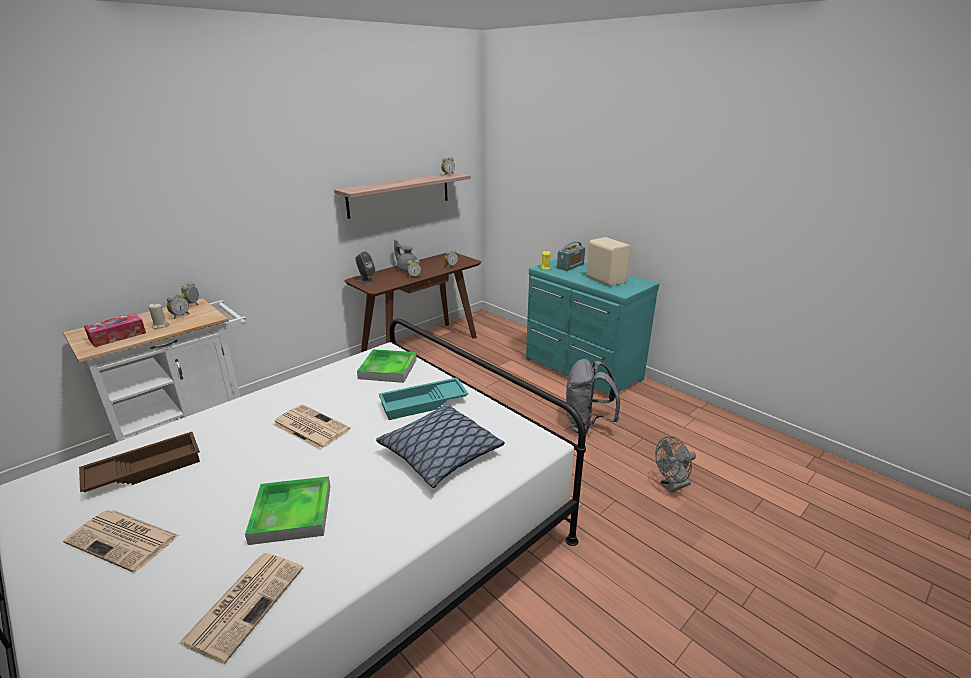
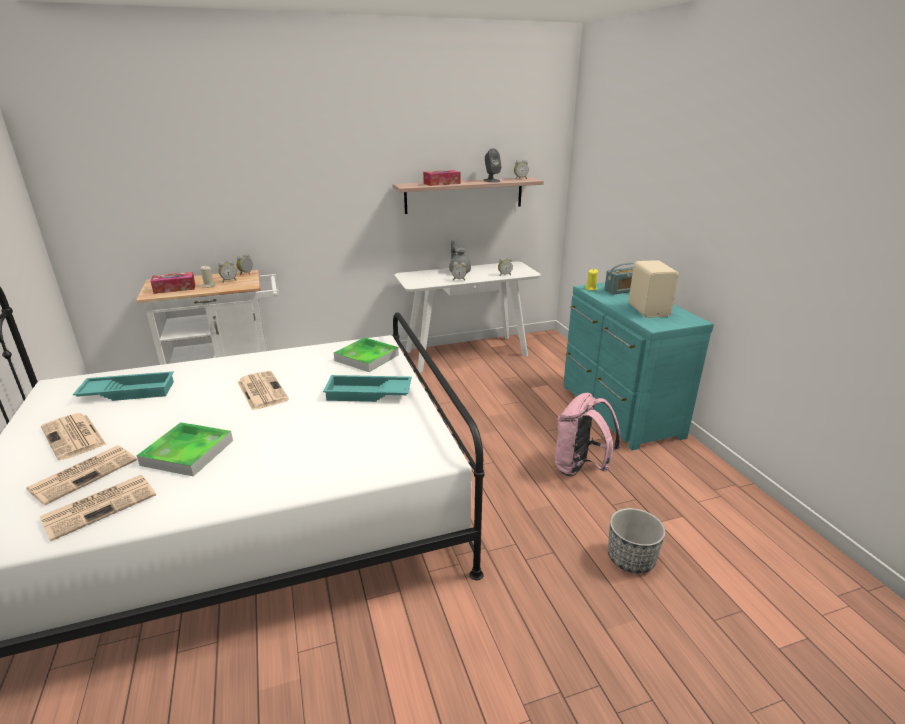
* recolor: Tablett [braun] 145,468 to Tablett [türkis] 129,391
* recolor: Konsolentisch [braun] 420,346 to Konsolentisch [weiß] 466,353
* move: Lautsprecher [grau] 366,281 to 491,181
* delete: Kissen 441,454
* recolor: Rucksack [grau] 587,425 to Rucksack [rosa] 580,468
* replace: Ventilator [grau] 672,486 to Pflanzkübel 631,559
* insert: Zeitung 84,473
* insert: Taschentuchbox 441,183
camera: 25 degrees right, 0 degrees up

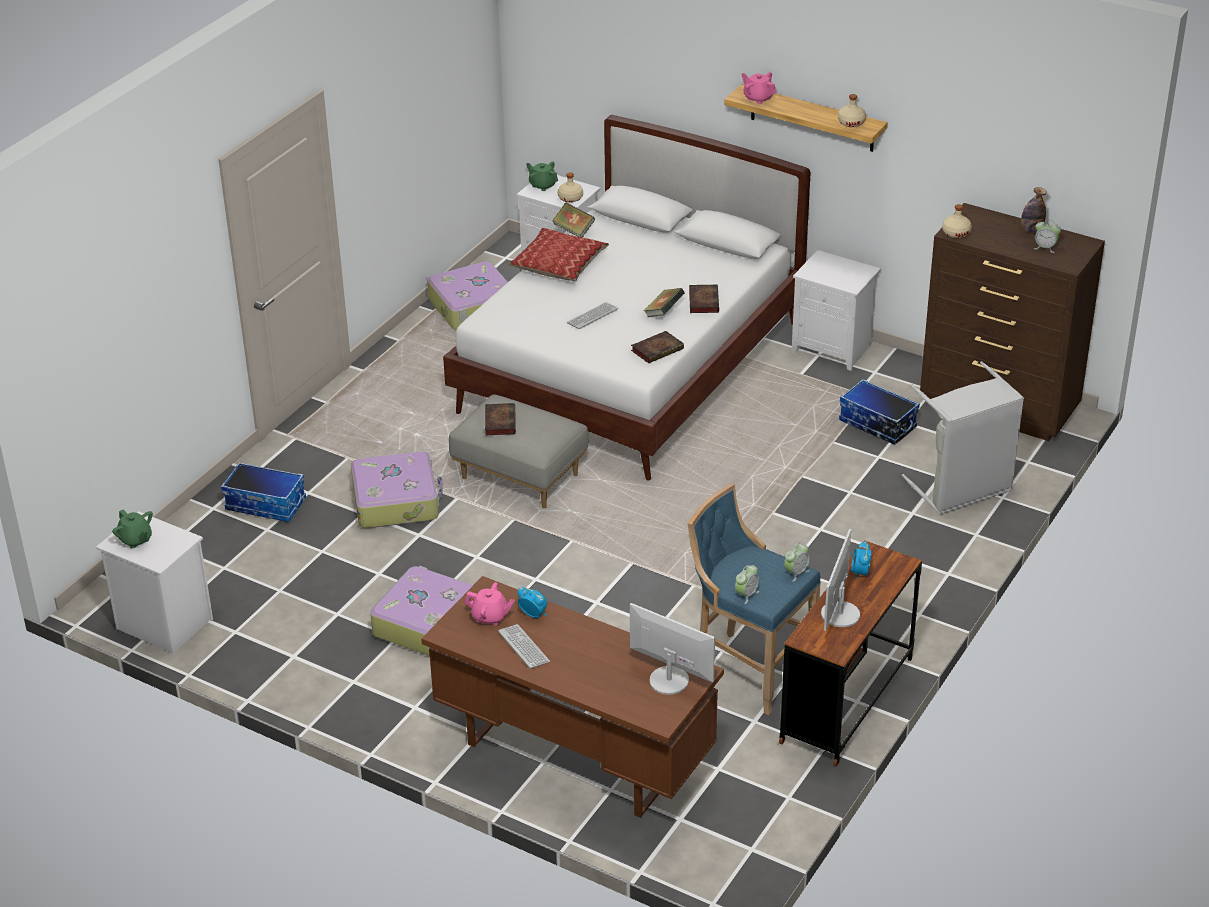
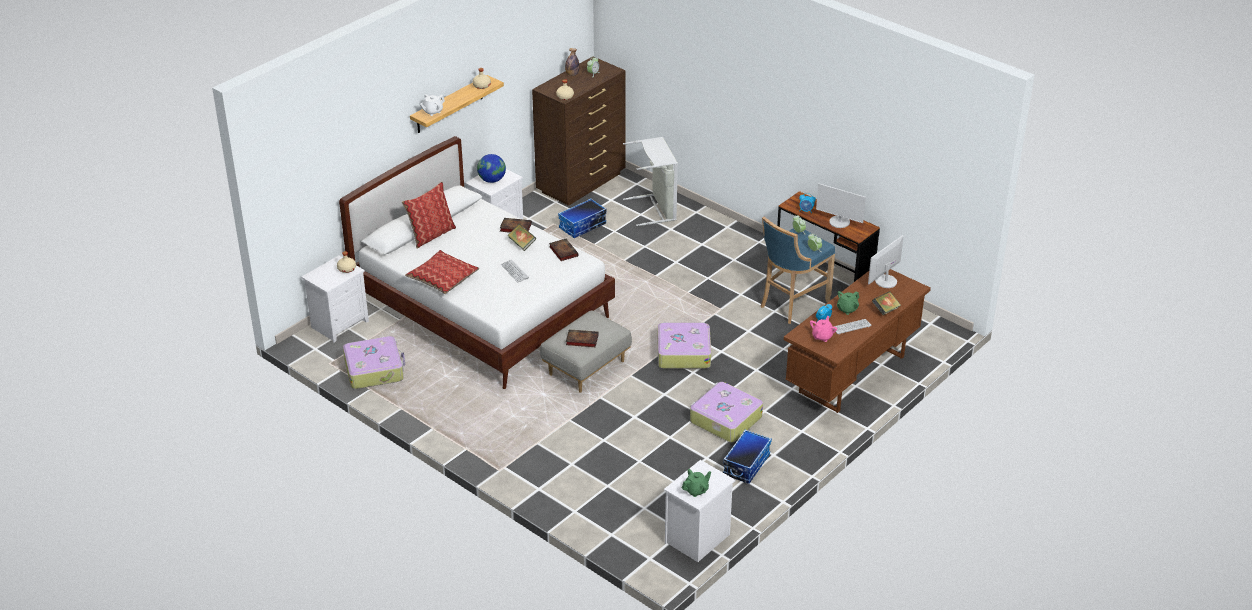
* move: Aufbewahrungsbox 266,504 to 746,464
* move: Koffer 396,501 to 683,353
* move: Teekanne [grün] 542,185 to 847,309
* move: Buch 573,230 to 885,310
* recolor: Teekanne [rosa] 758,98 to Teekanne [weiß] 432,111
* insert: Kissen 431,235
* insert: Globus 492,180
camera: 80 degrees left, 0 degrees up

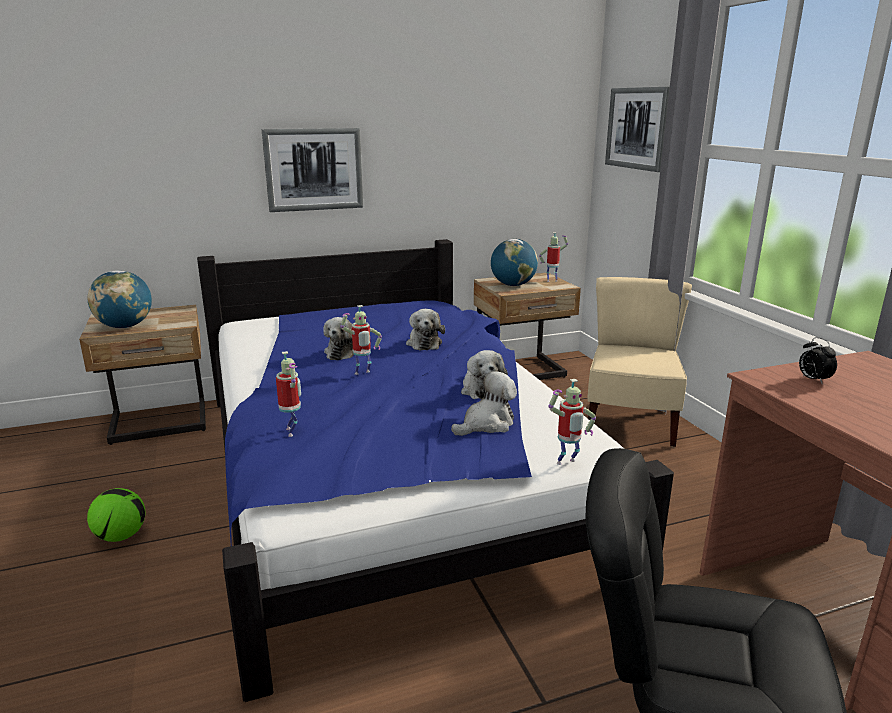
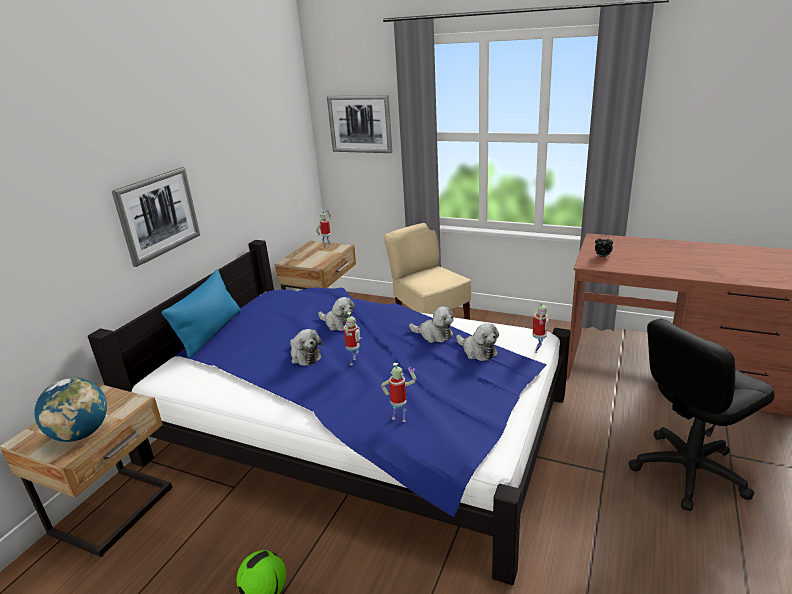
* rotate: Plüschtier 487,424 = 477,351 135 degrees clockwise
* delete: Globus 513,285
* insert: Kissen [blau] 211,332
camera: 45 degrees left, 5 degrees up

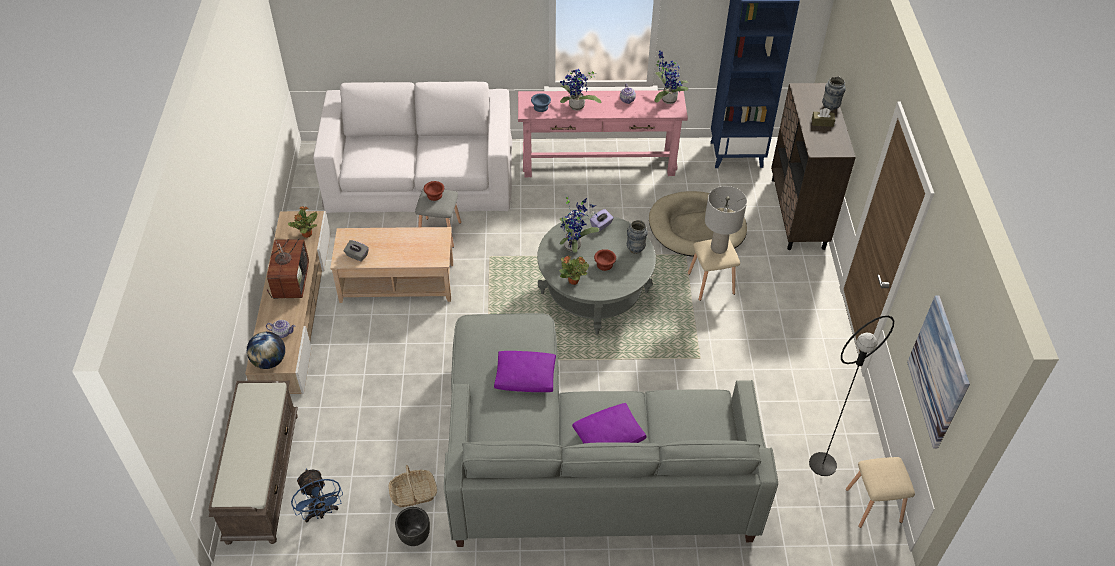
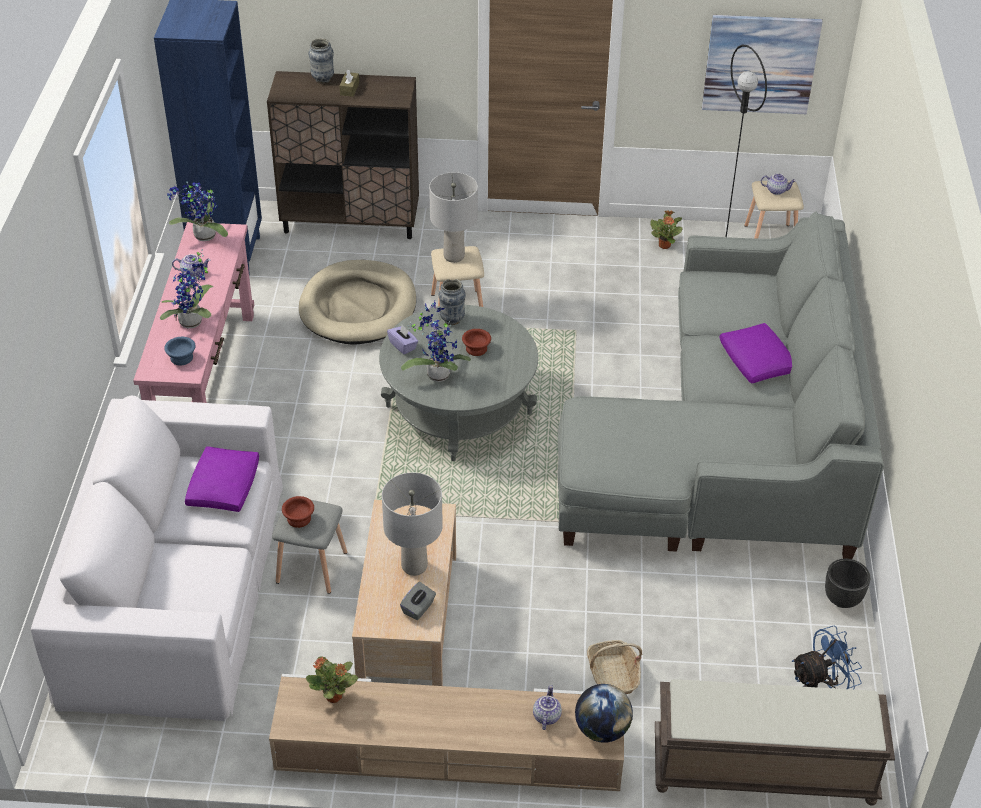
* delete: Fernseher 290,280
* move: Korb 413,494 to 613,675
* move: Kissen [lila] 524,377 to 223,488
* move: Topfpflanze 574,281 to 664,245
* insert: Tischlampe [grau] 414,566
* insert: Teekanne 776,190
camera: 85 degrees left, 5 degrees down

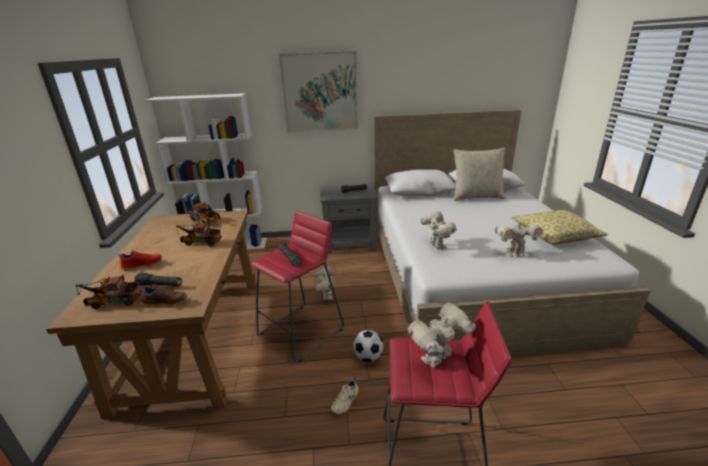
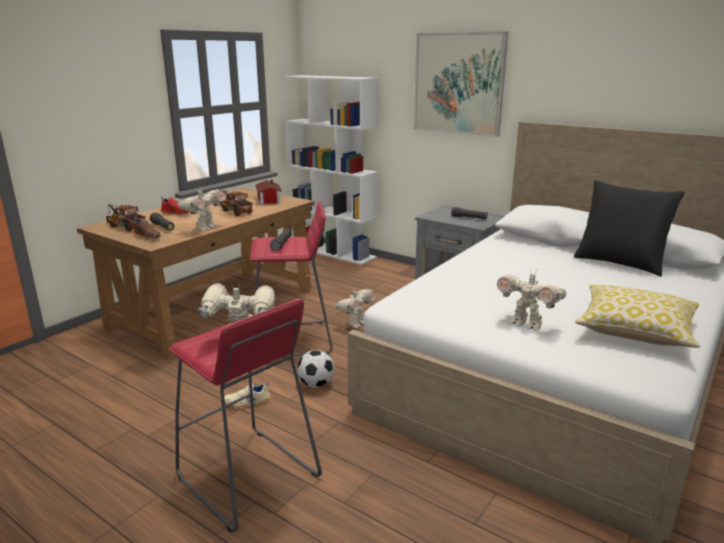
* replace: Spielzeuglaster 206,221 to Spielzeughaus 268,200
* move: Spielzeugroboter 436,246 to 205,228
* recolor: Kissen [beige] 476,197 to Kissen [schwarz] 620,263
camera: 40 degrees right, 5 degrees down

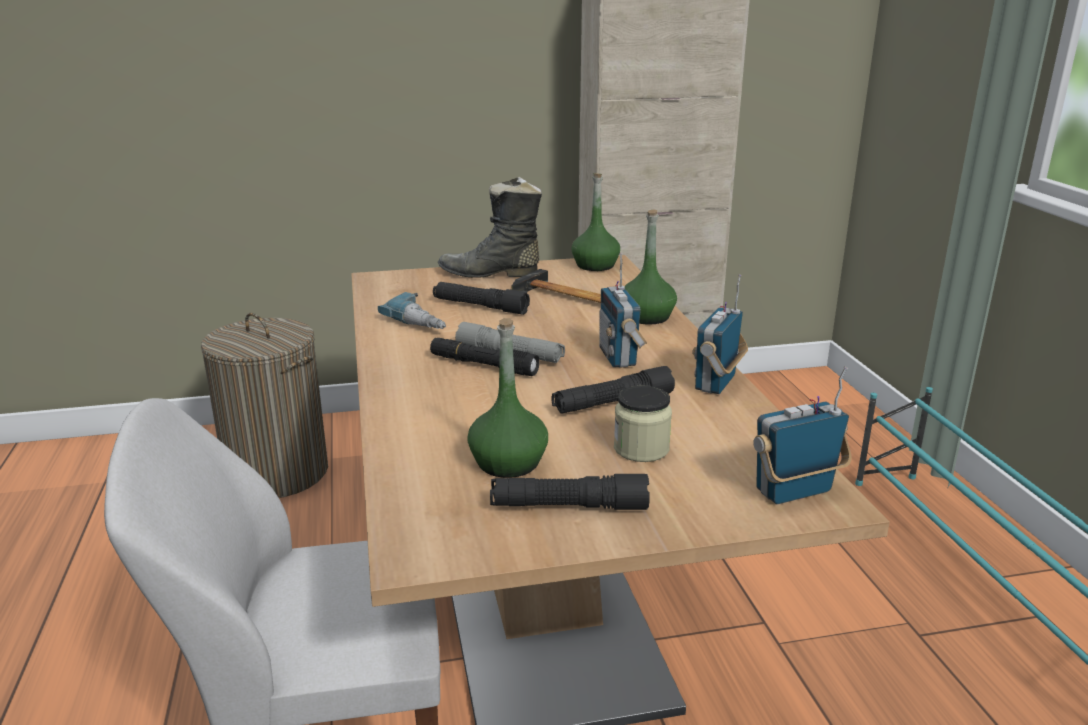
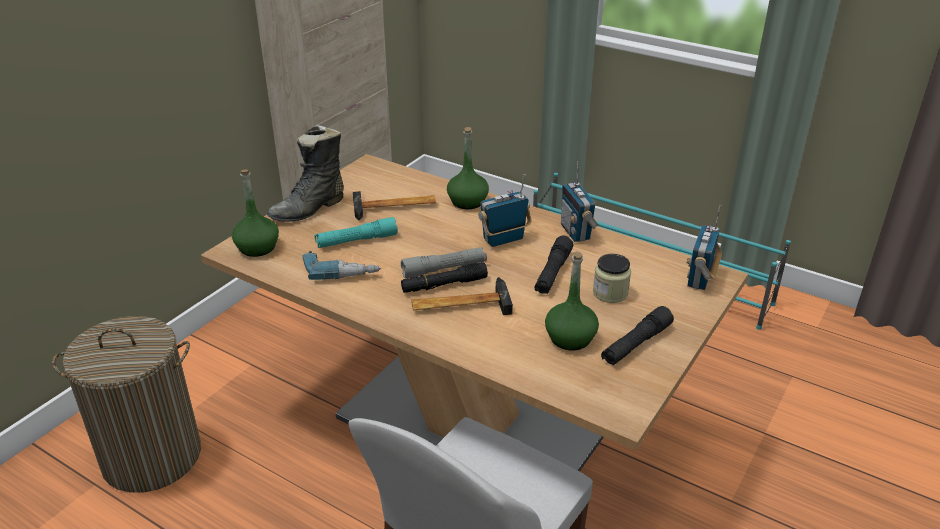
* recolor: Taschenlampe [schwarz] 480,307 to Taschenlampe [türkis] 356,241
* move: Flasche [grün] 595,265 to 257,247
* rotate: Radio 619,357 = 503,240 120 degrees clockwise
* insert: Hammer 460,303
camera: 45 degrees left, 10 degrees up

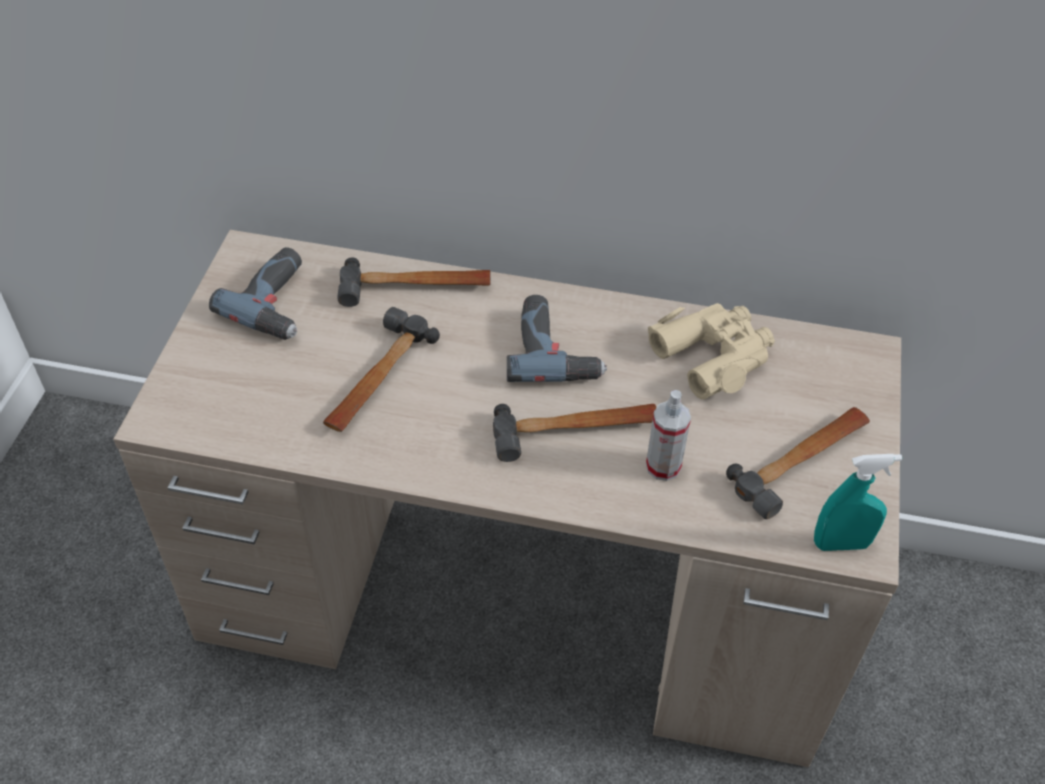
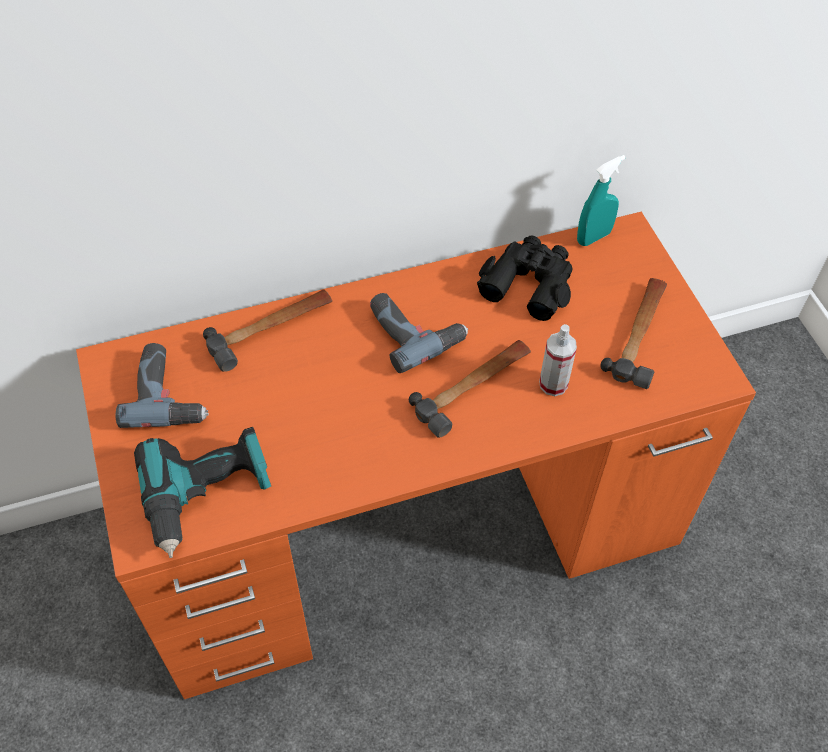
* recolor: Schreibtisch [beige] 520,594 to Schreibtisch [orange] 412,526
* delete: Hammer 376,378
* recolor: Fernglas [beige] 713,355 to Fernglas [schwarz] 529,282
* move: Sprühflasche [türkis] 841,544 to 593,237
* insert: Bohrmaschine 207,495
camera: 30 degrees left, 5 degrees up

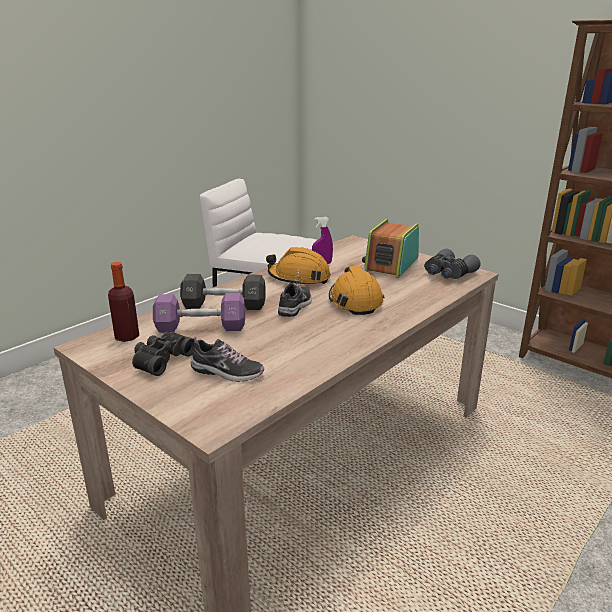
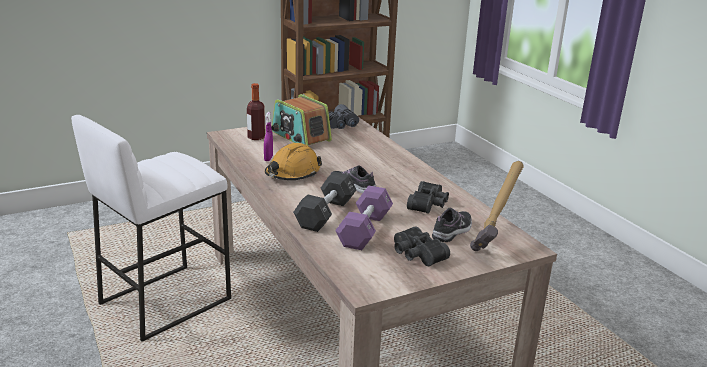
* move: Flasche 127,336 to 256,137
* delete: Schutzhelm [orange] 355,301
* insert: Fernglas [schwarz] 429,204
* insert: Hammer 497,242
camera: 70 degrees left, 0 degrees up

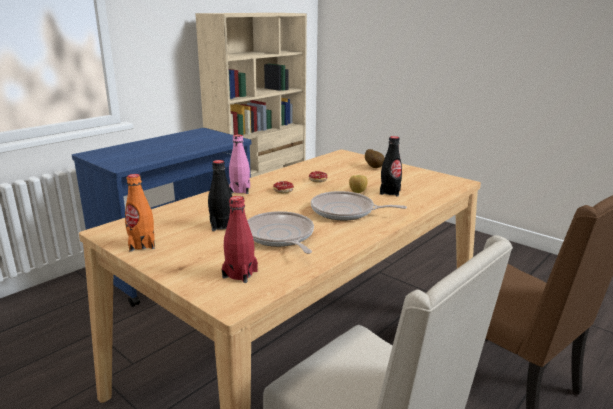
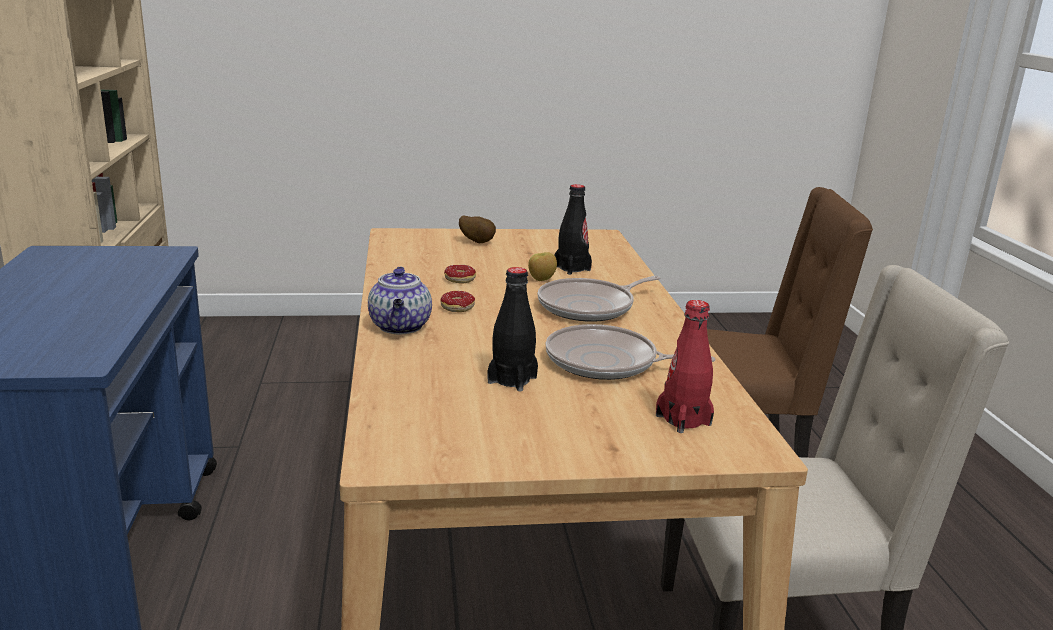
* delete: Flasche [orange] 142,245
* replace: Flasche [rosa] 240,190 to Teekanne 401,327
camera: 50 degrees left, 0 degrees up

